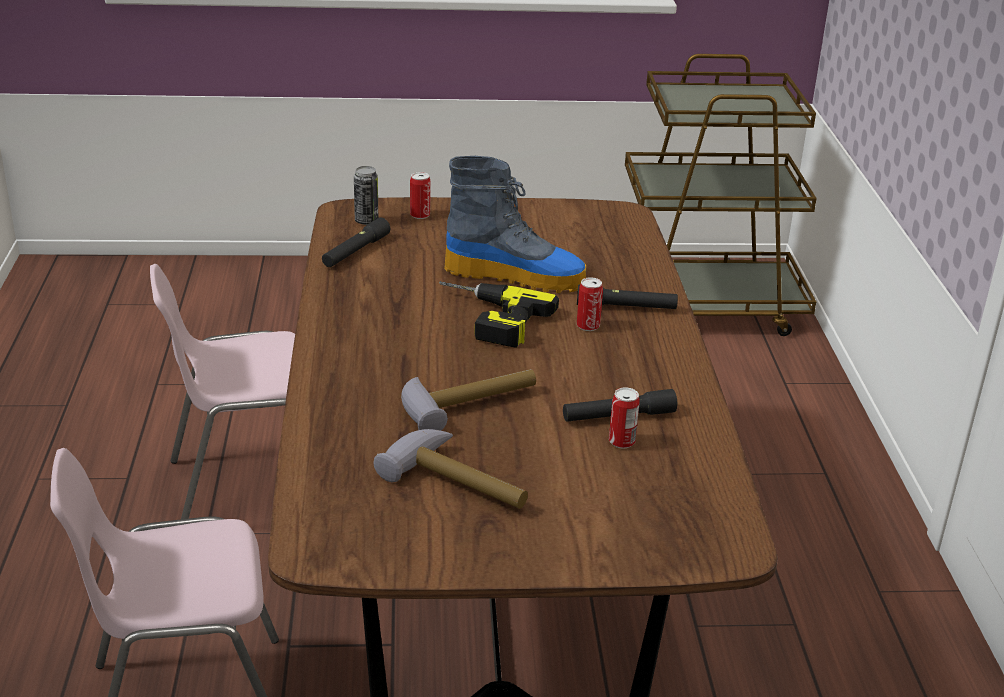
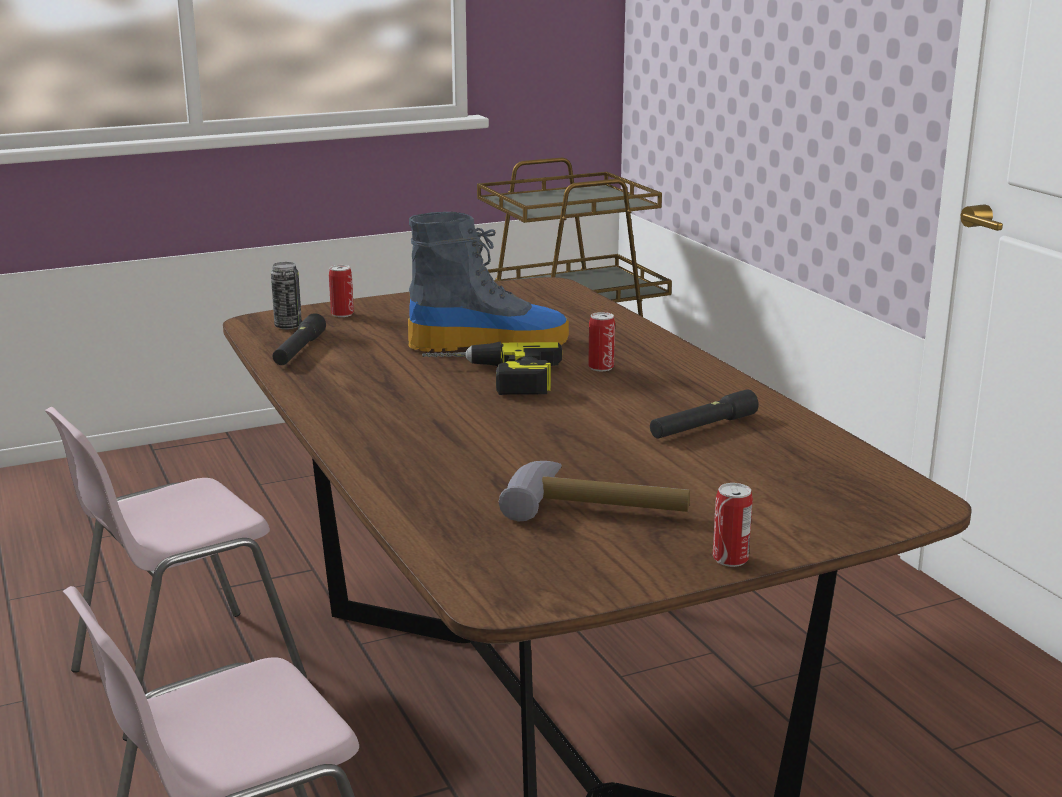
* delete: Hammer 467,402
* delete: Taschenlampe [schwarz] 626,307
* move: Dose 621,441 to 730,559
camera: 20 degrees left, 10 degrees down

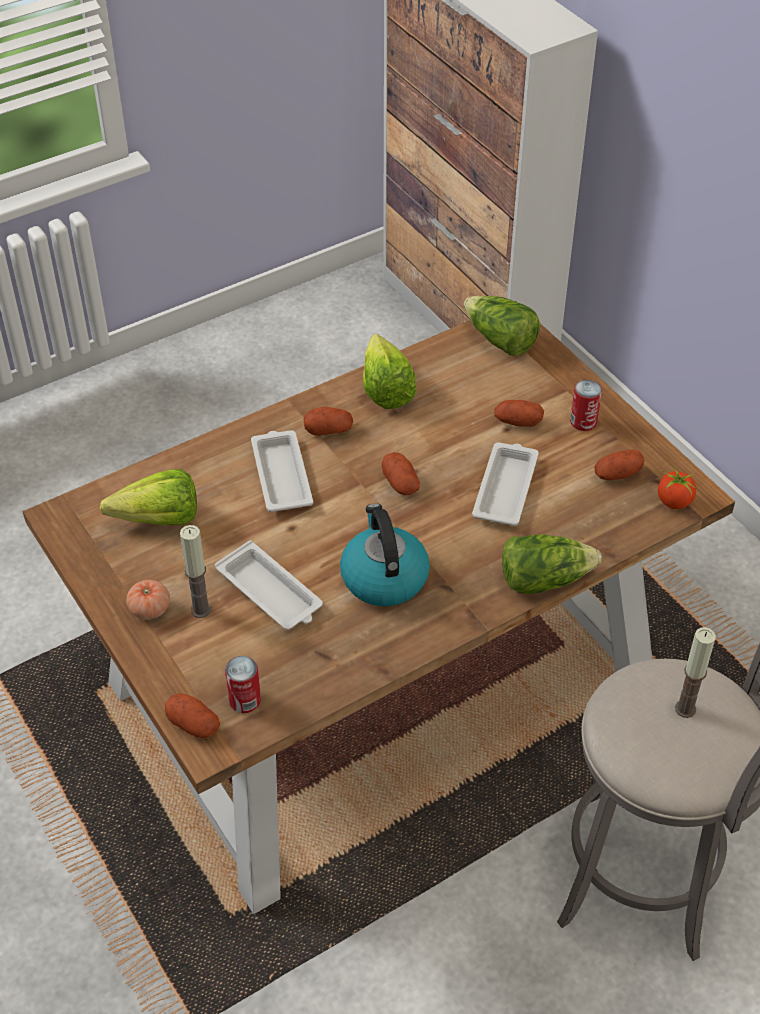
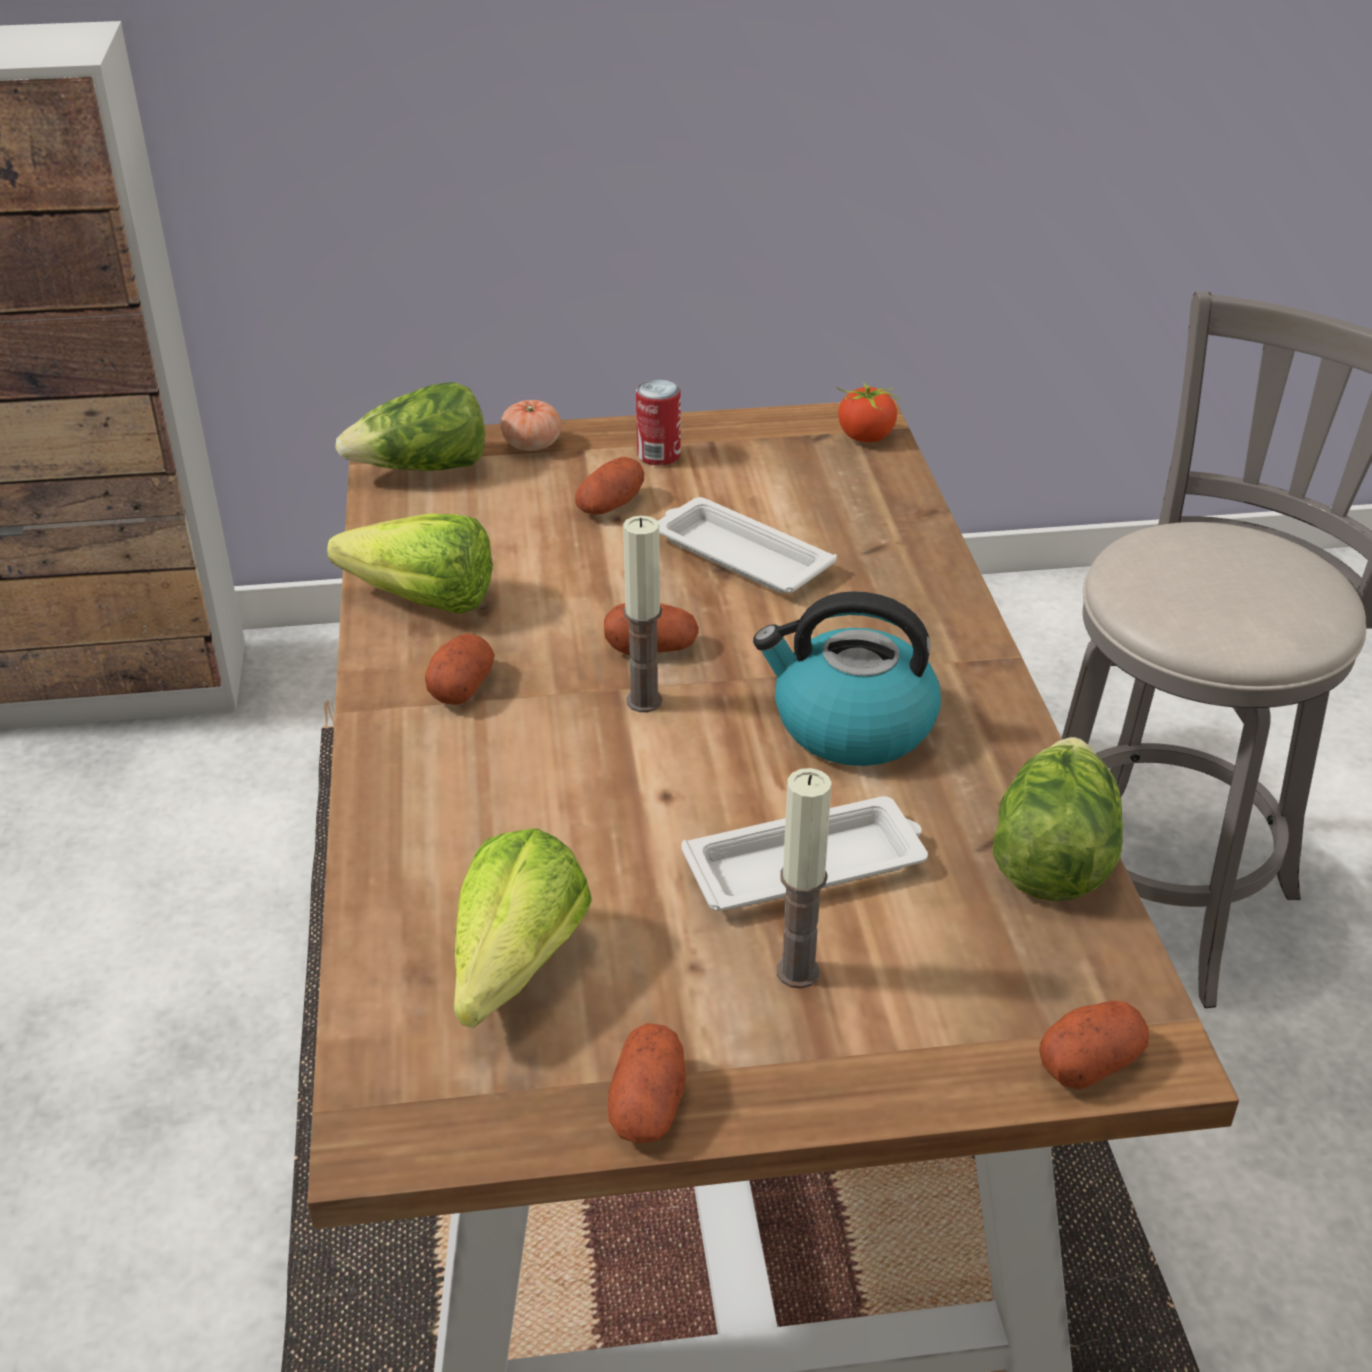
* move: Tomate 149,609 to 532,444
* delete: Dose 245,700
* delete: Tablett [weiß] 281,475
* move: Salatkopf 544,579 to 1051,854
* move: Kartoffel 617,474 to 648,1105
* move: Kerze 685,709 to 644,701
camera: 65 degrees left, 10 degrees down

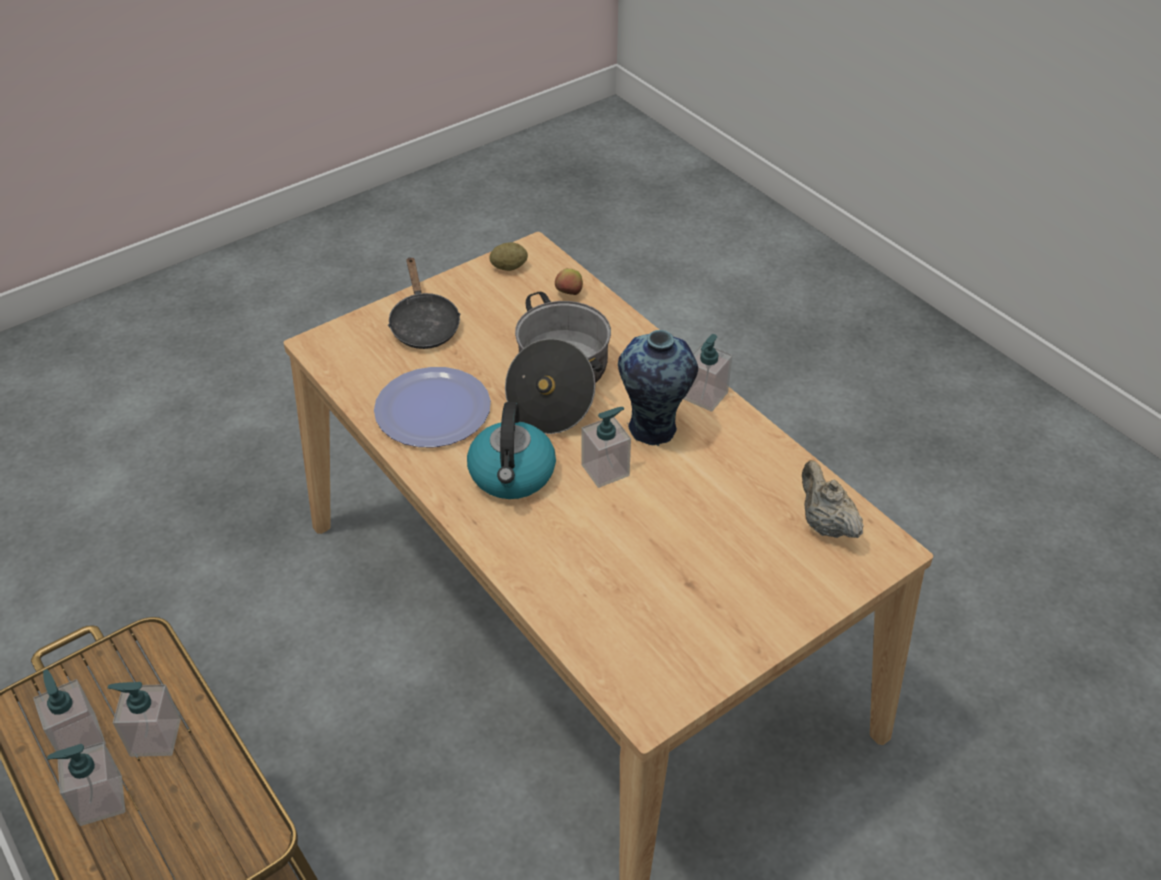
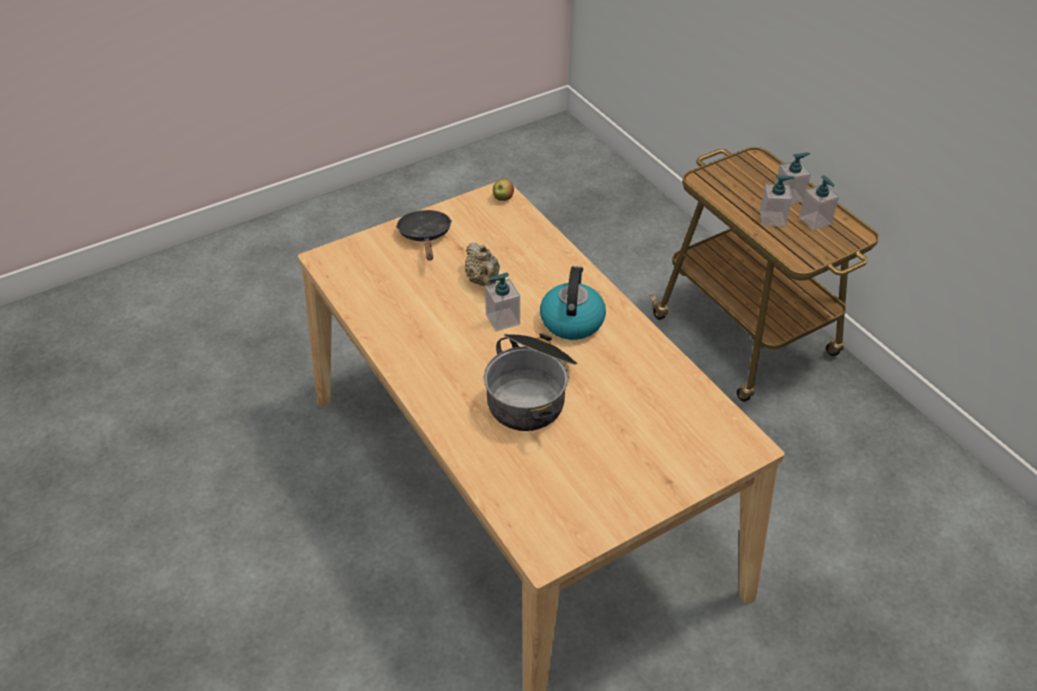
* delete: Teller 432,409
* move: Pfanne [schwarz] 423,325 to 425,236
* delete: Kartoffel 509,267
* move: Apfel 569,294 to 503,198
* delete: Vase 654,430
* delete: Seifenspender 705,396
* move: Teekanne [beige] 825,524 to 483,281
camera: 175 degrees left, 0 degrees up

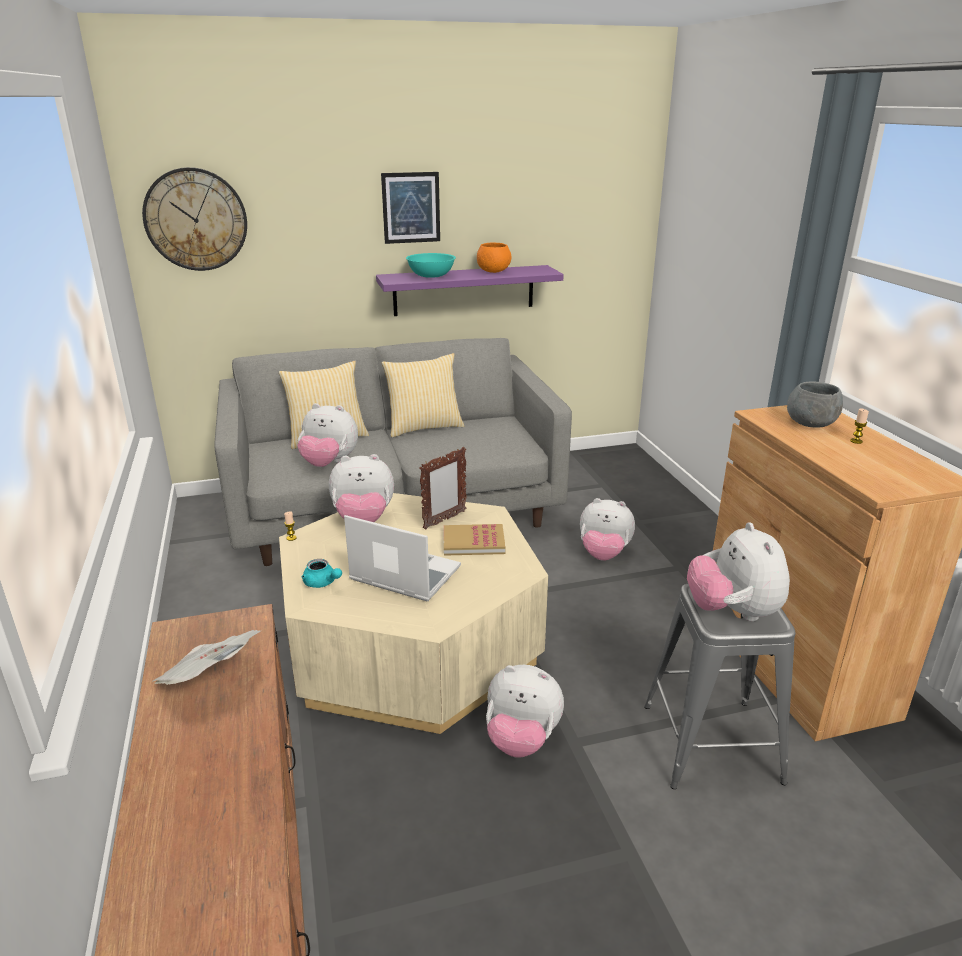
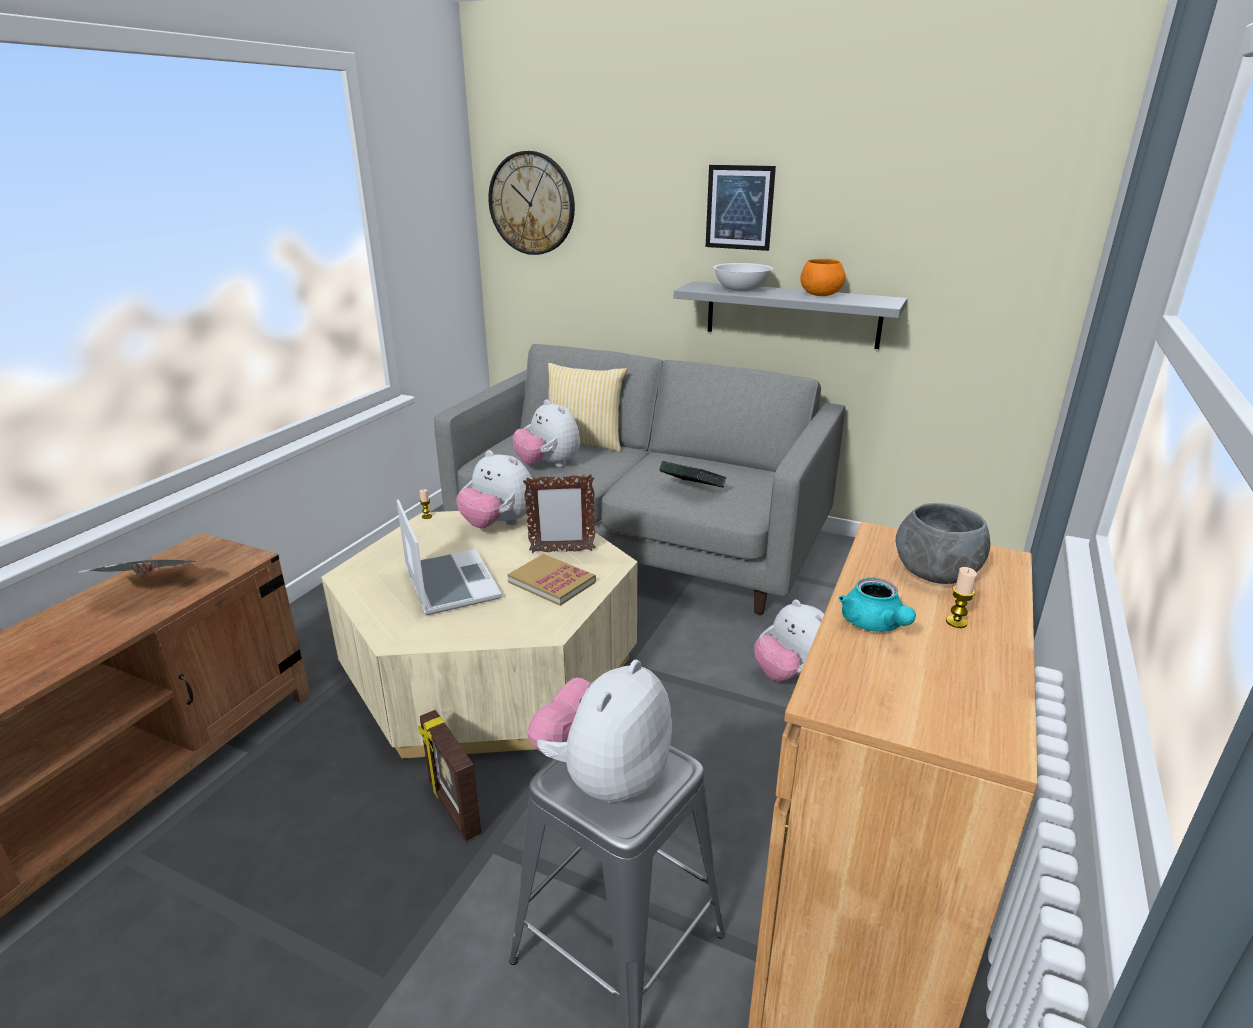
* move: Teekanne [türkis] 322,583 to 874,625
* recolor: Wandregal [lila] 464,290 to Wandregal [grau] 792,314
* delete: Kissen 424,427
* recolor: Schüssel [türkis] 431,276 to Schüssel [weiß] 741,289
* replace: Plüschtier 521,740 to Bilderrahmen 453,809
* insert: Buch 692,491
camera: 40 degrees right, 0 degrees up

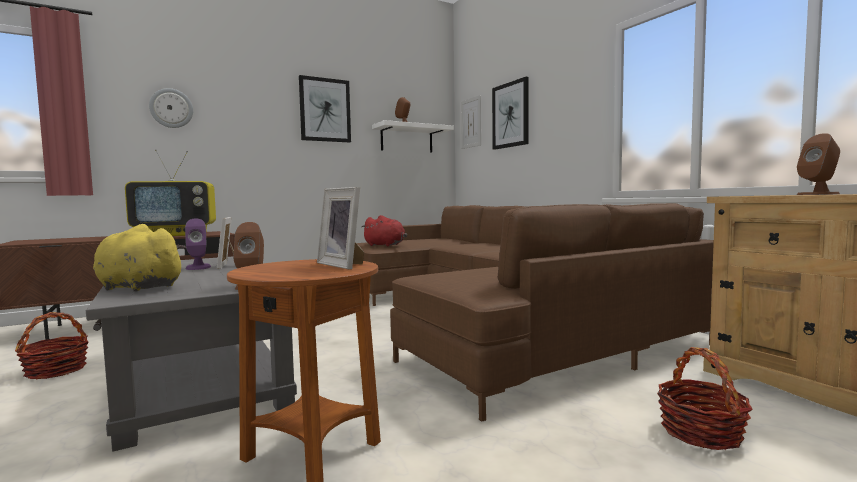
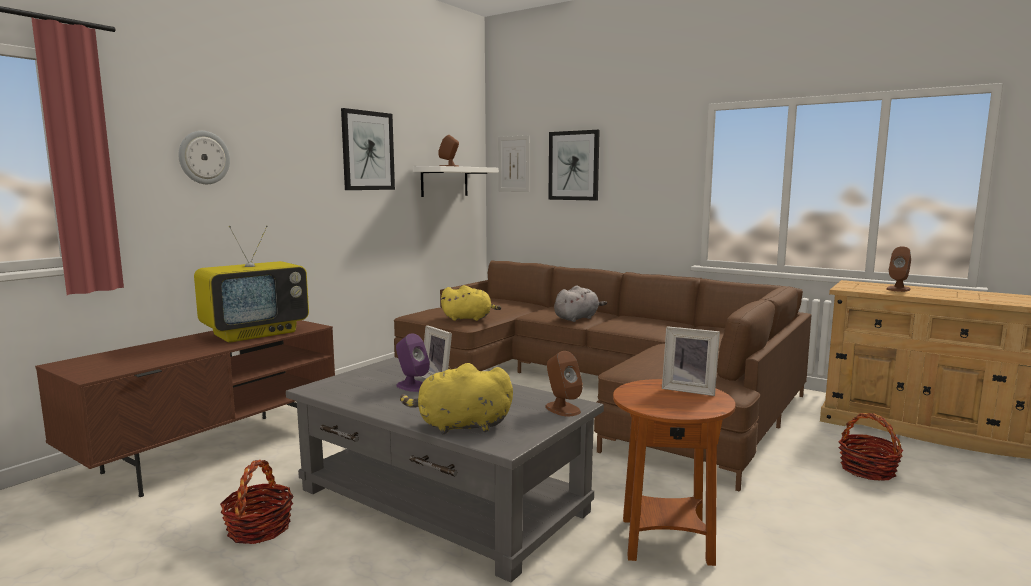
* recolor: Plüschtier [rot] 386,245 to Plüschtier [gelb] 469,318
* insert: Plüschtier [grau] 577,318
camera: 25 degrees left, 5 degrees up

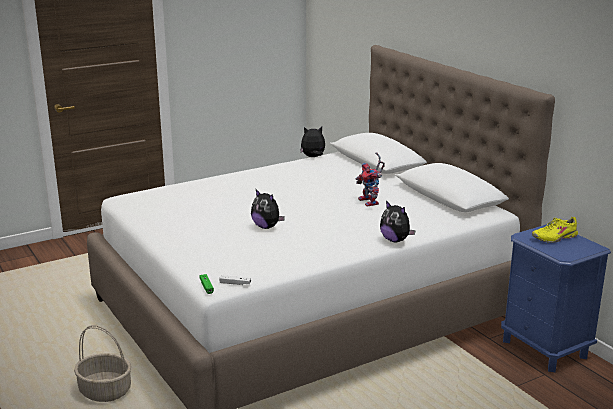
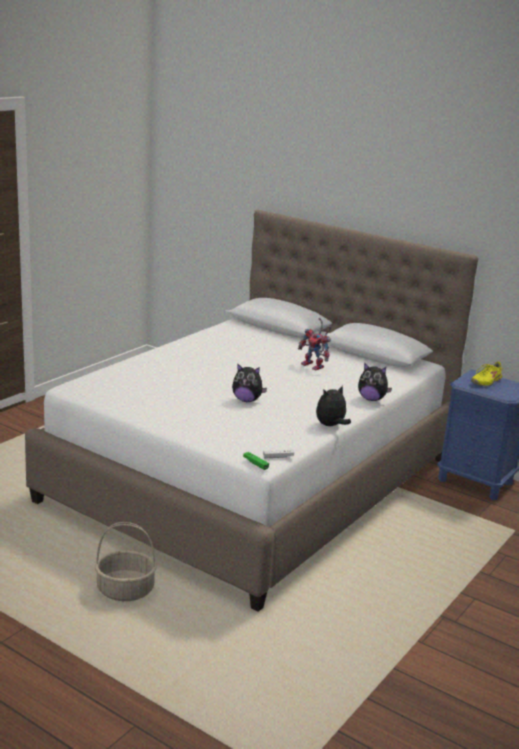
* move: Plüschtier 313,157 to 331,426
camera: 25 degrees left, 0 degrees up

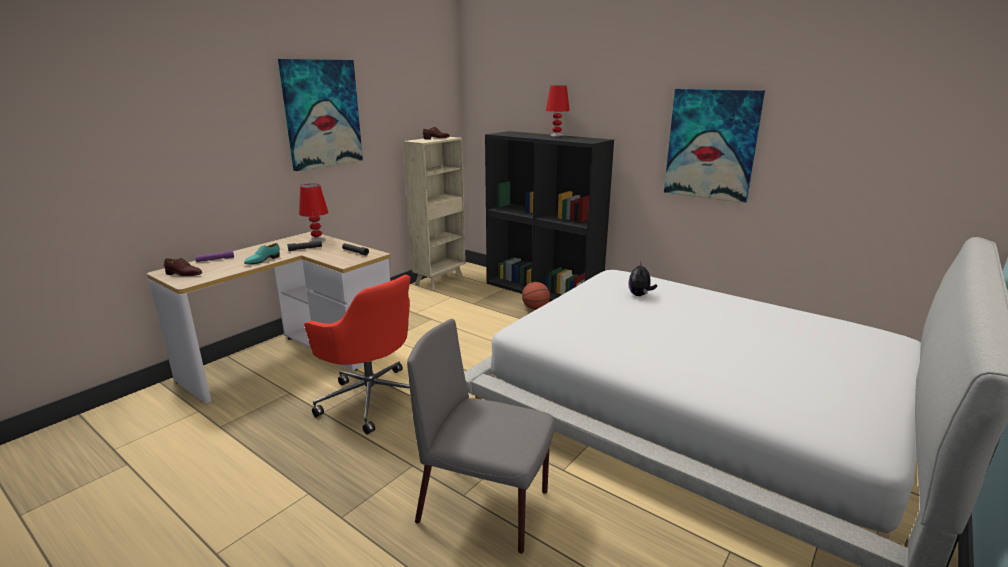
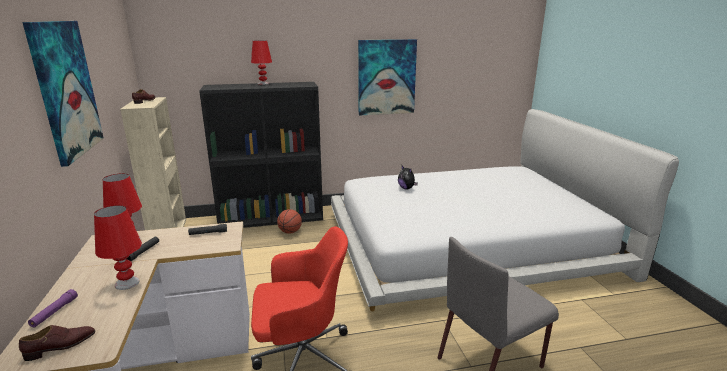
* replace: Schuh [türkis] 262,260 to Tischlampe [rot] 127,283
camera: 50 degrees left, 0 degrees up

